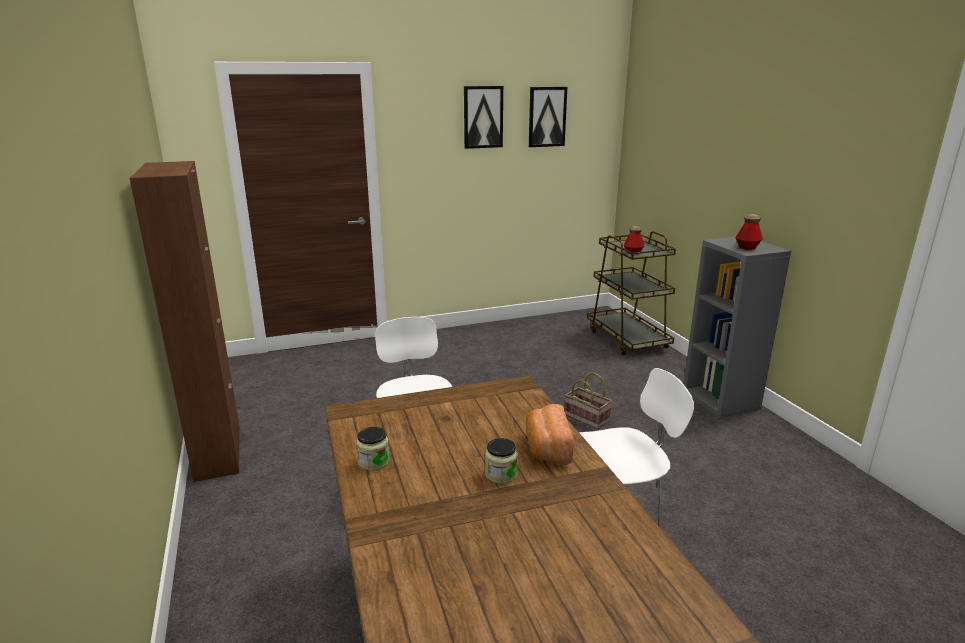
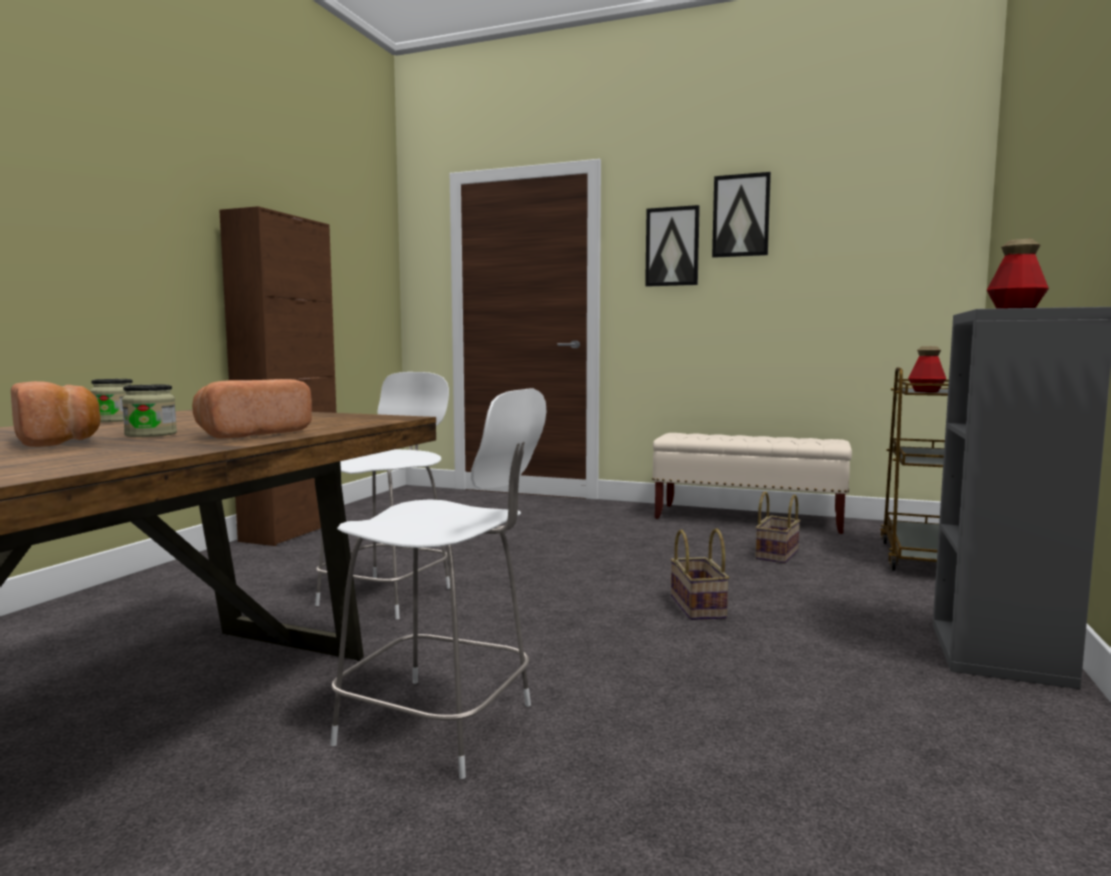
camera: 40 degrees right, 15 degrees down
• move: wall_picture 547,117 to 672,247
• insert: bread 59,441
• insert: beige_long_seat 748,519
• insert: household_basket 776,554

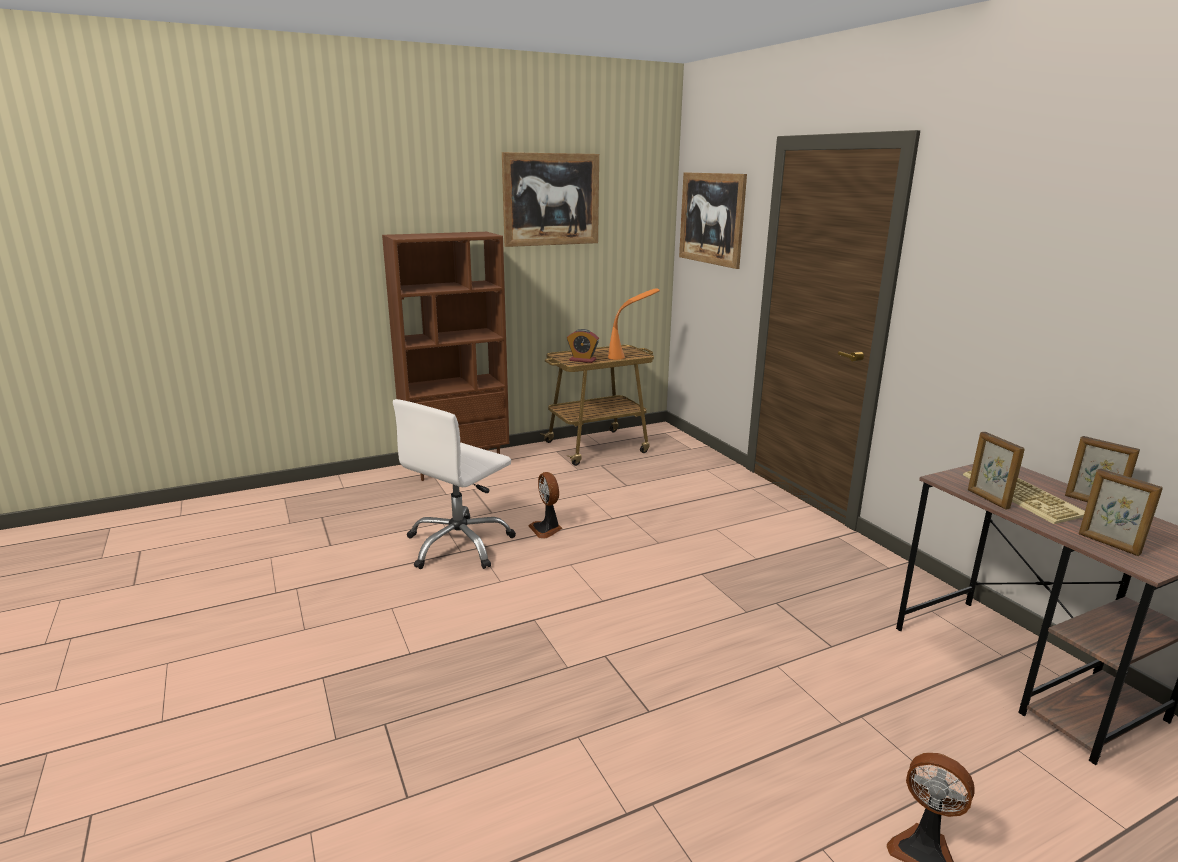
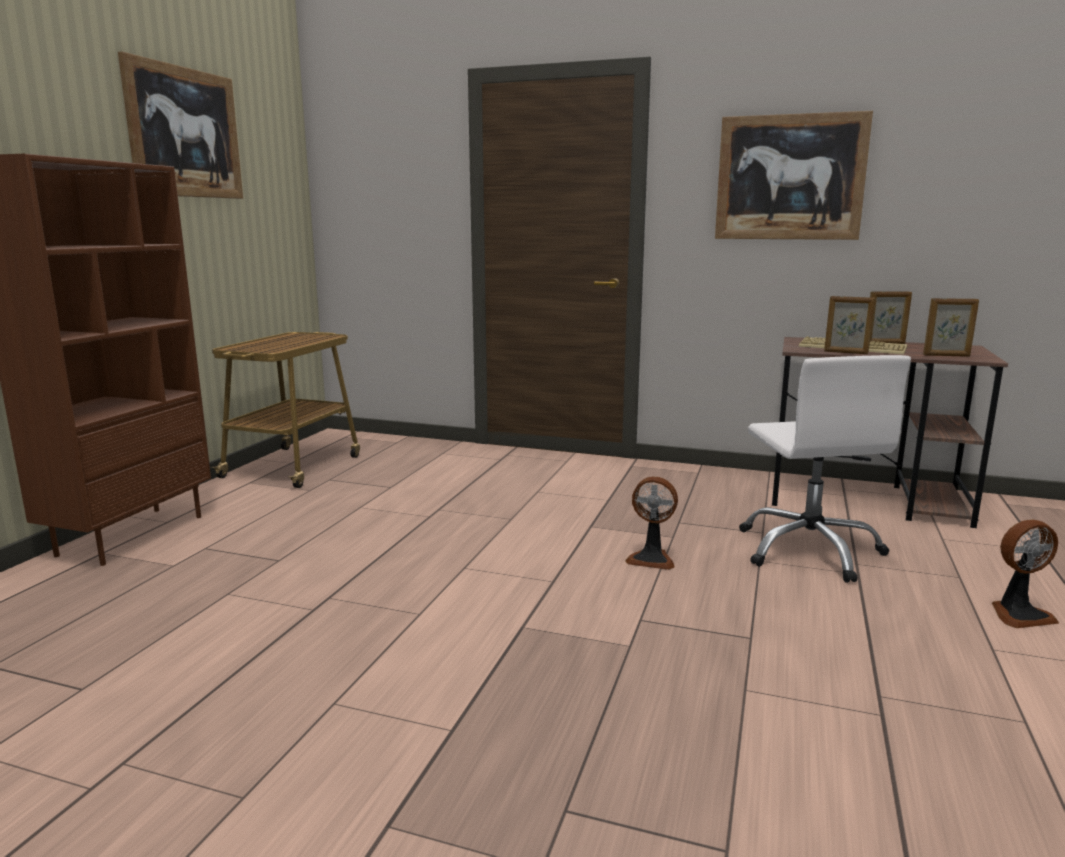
camera: 45 degrees left, 5 degrees down
• move: white-coloured_office_chair 459,545 to 809,550
• move: cooling_fan 546,529 to 651,559
• delete: bedside_clock 582,360
• delete: orangey_table_lamp 633,355
• move: wall_picture 711,218 to 790,178

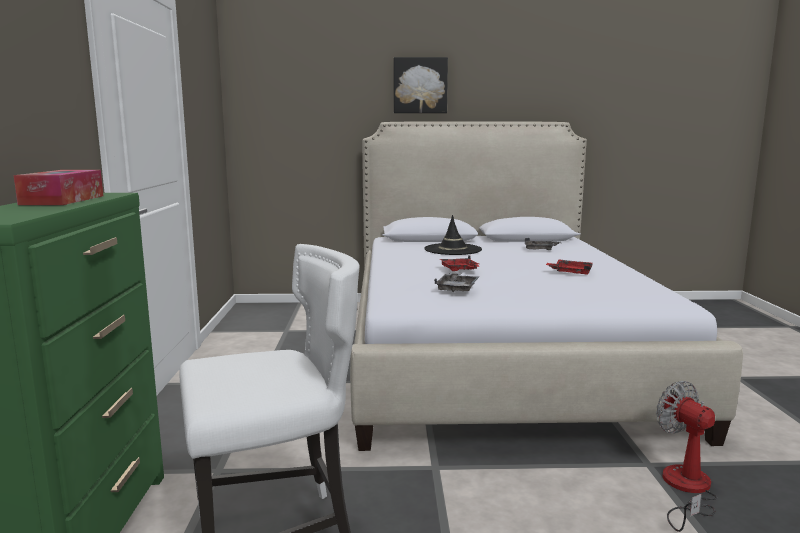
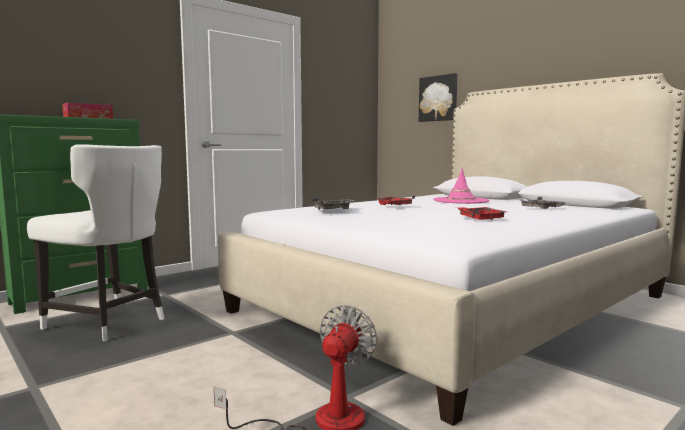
camera: 50 degrees right, 5 degrees down
• move: wall_picture 420,85 to 438,98
• recolor: black_clothing_hat 453,250 to pinkish_clothing_hat 460,201

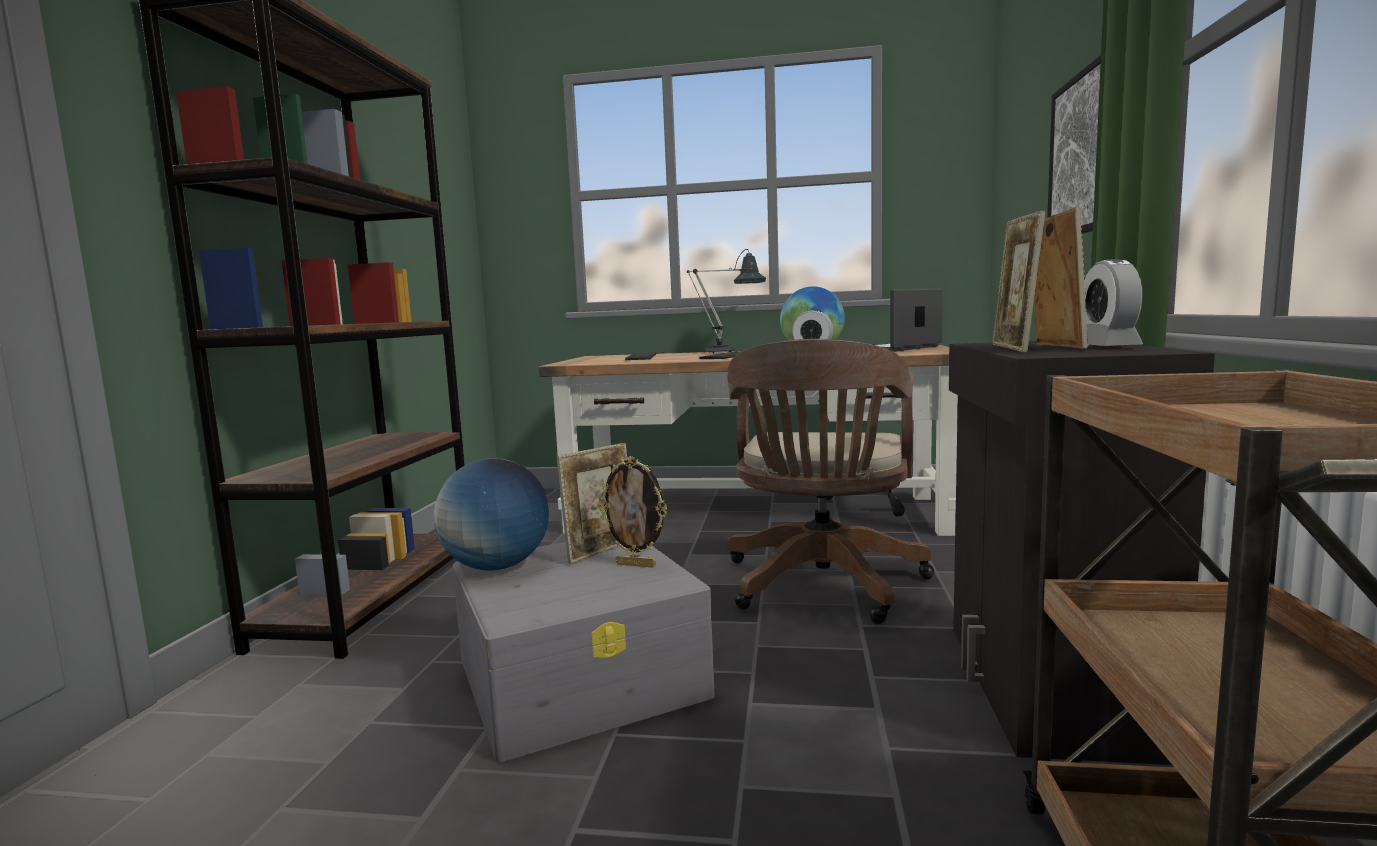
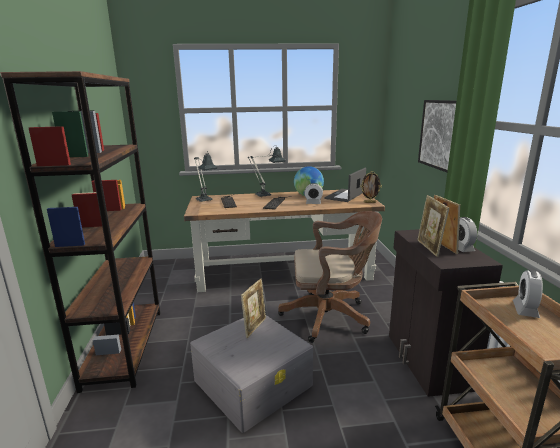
camera: 15 degrees left, 10 degrees up
• delete: world_globe 497,566
• move: photo_frame 636,564 to 369,202
• rotate: brown-coloured_office_chair 822,586 = 330,316 90 degrees counterclockwise
• insert: table_lamp 205,201
• insert: bedside_clock 525,310

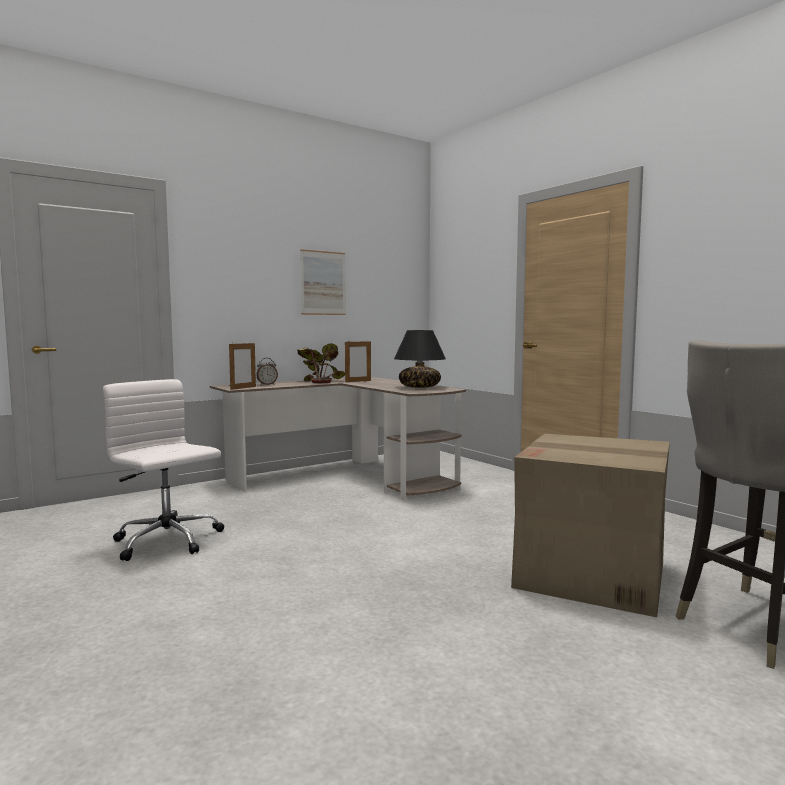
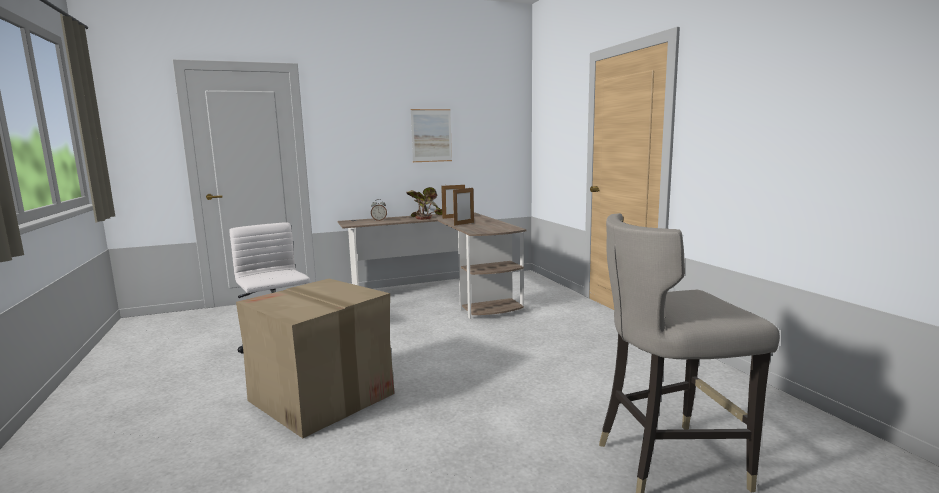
camera: 15 degrees right, 5 degrees up
• move: photo_frame 243,388 to 464,224
• delete: black_table_lamp 420,387
• move: packing_box 592,575 to 322,397

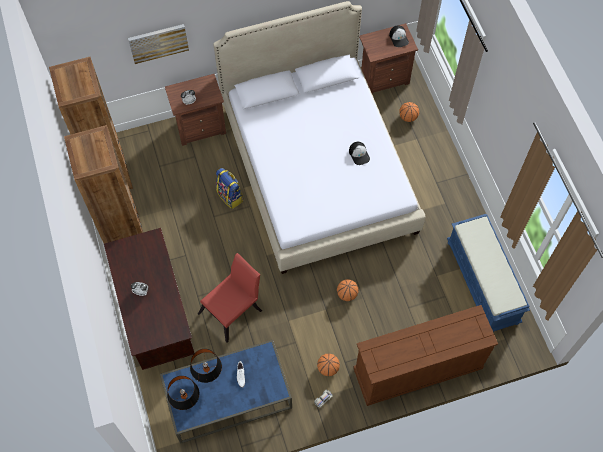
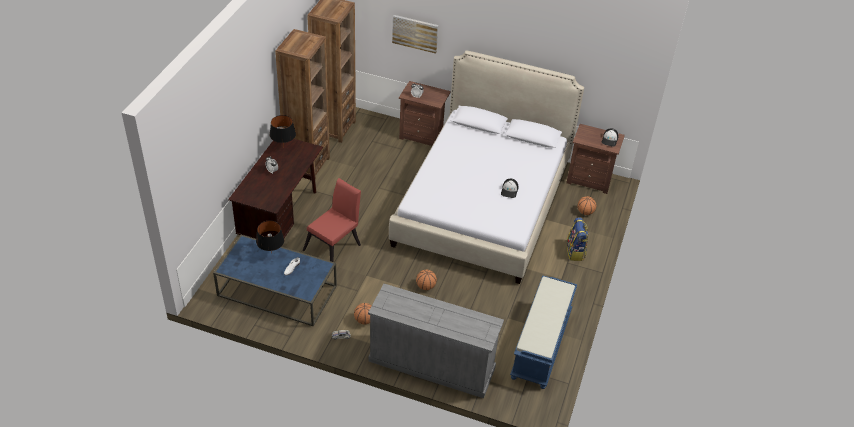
camera: 35 degrees right, 20 degrees down
• move: black_table_lamp 185,399 to 283,147
• rotate: reddish_upright_chair 233,310 = 335,246 45 degrees counterclockwise
• move: backpack 230,196 to 575,252
• recolor: brown-coloured_chest_of_drawers 417,369 to grey_chest_of_drawers 431,364

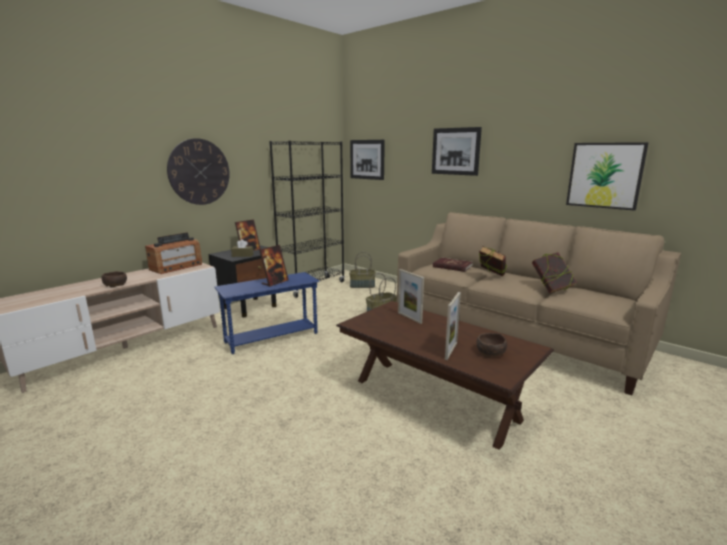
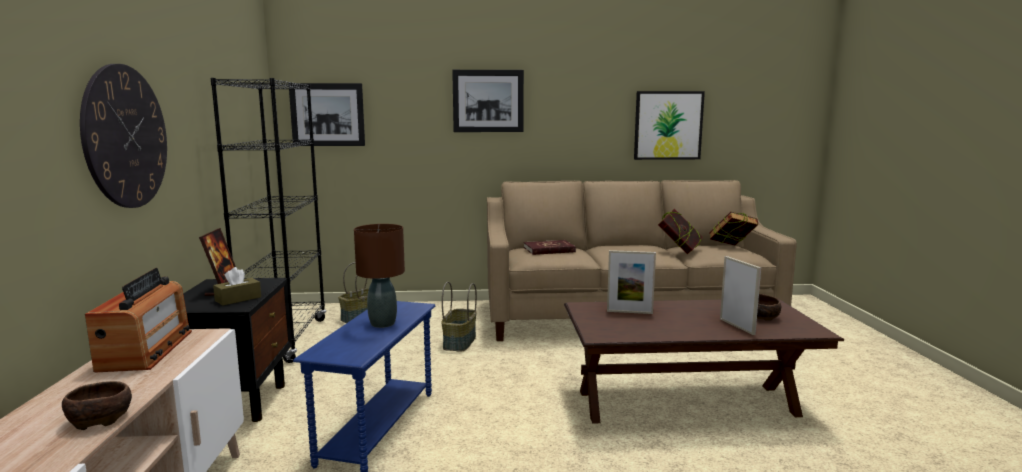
camera: 45 degrees left, 5 degrees down
• replace: photo_frame 275,282 to brown-coloured_table_lamp 382,323
• move: volume 491,277 to 731,248

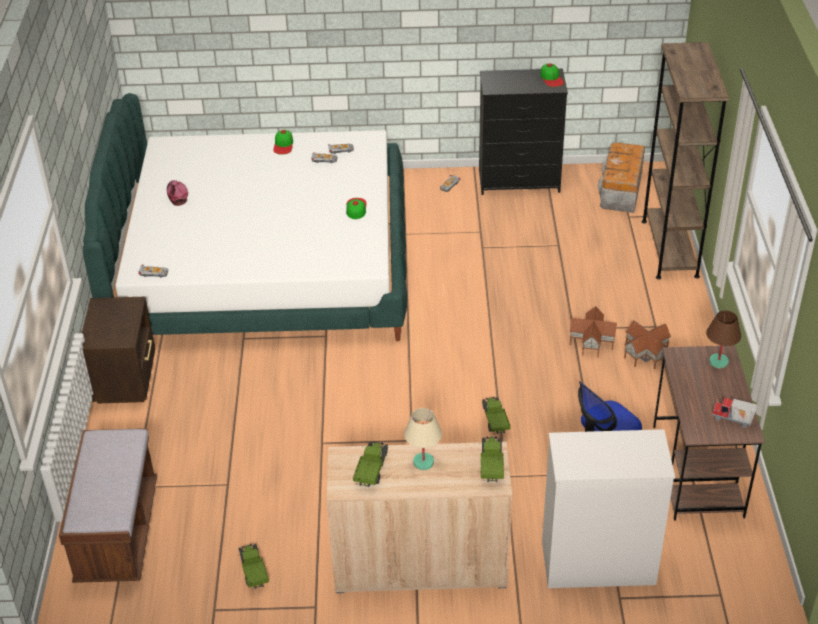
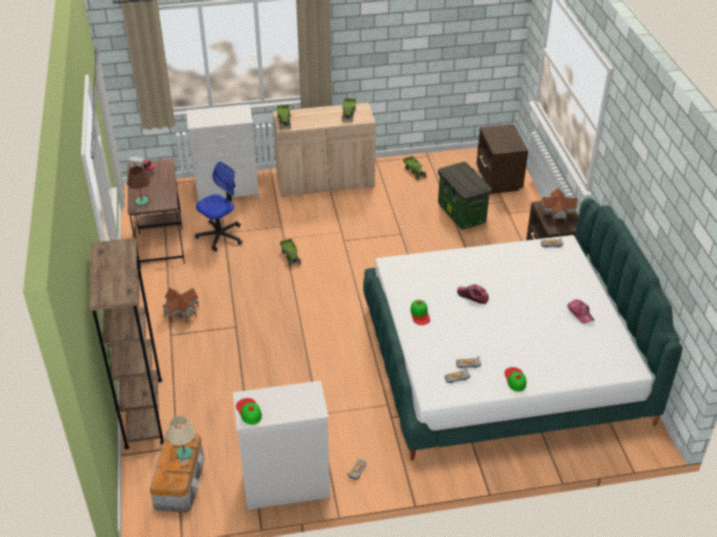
camera: 170 degrees right, 0 degrees up
• replace: brown-coloured_long_seat 117,533 to brown-coloured_night_table 498,180
• move: beige_table_lamp 423,462 to 184,453
• recolor: black_chest_of_drawers 519,181 to white-coloured_chest_of_drawers 285,485
• move: model_house 591,341 to 557,215
• insert: storage_container 462,214
• insert: peaked_cap 473,296

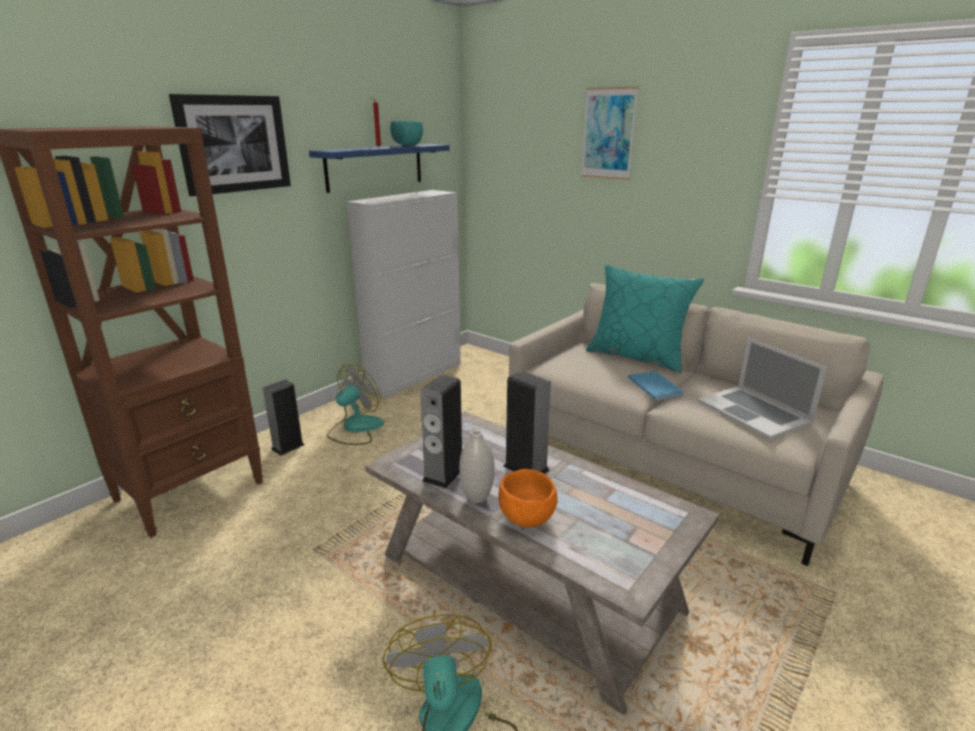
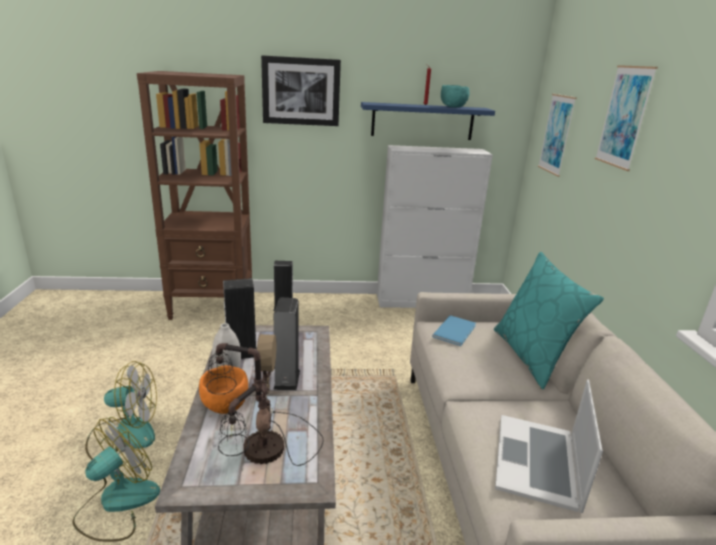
camera: 45 degrees right, 0 degrees up
• move: cooling_fan 355,428 to 124,434
• move: blue_volume 655,386 to 456,331
• insert: table_lamp 261,451
• insert: wall_picture 556,134

